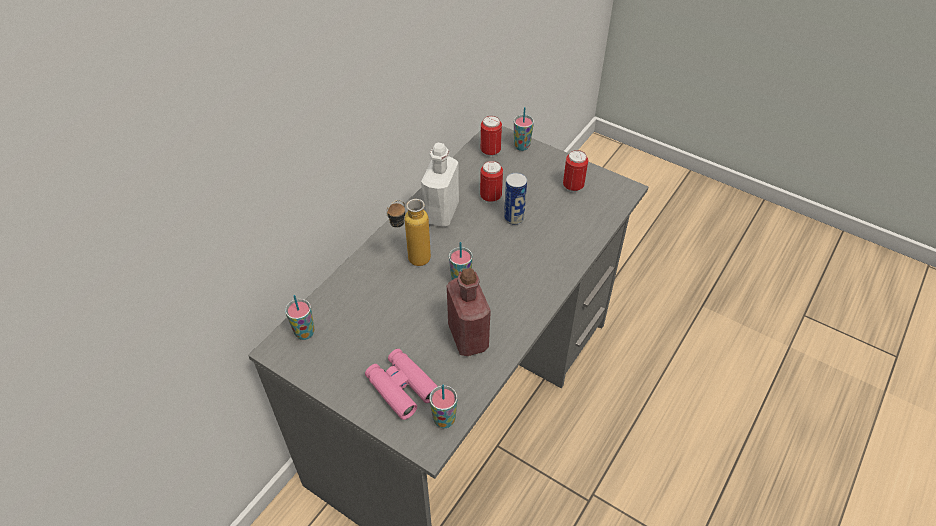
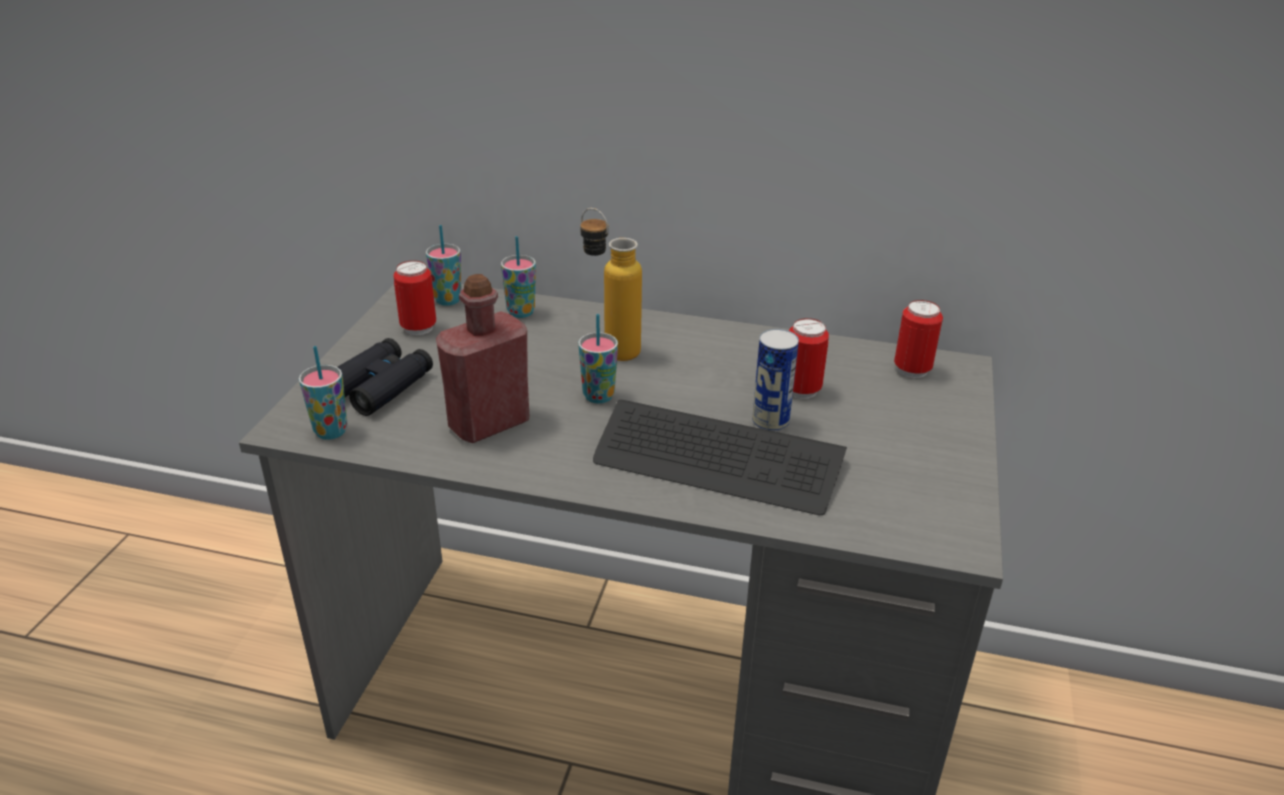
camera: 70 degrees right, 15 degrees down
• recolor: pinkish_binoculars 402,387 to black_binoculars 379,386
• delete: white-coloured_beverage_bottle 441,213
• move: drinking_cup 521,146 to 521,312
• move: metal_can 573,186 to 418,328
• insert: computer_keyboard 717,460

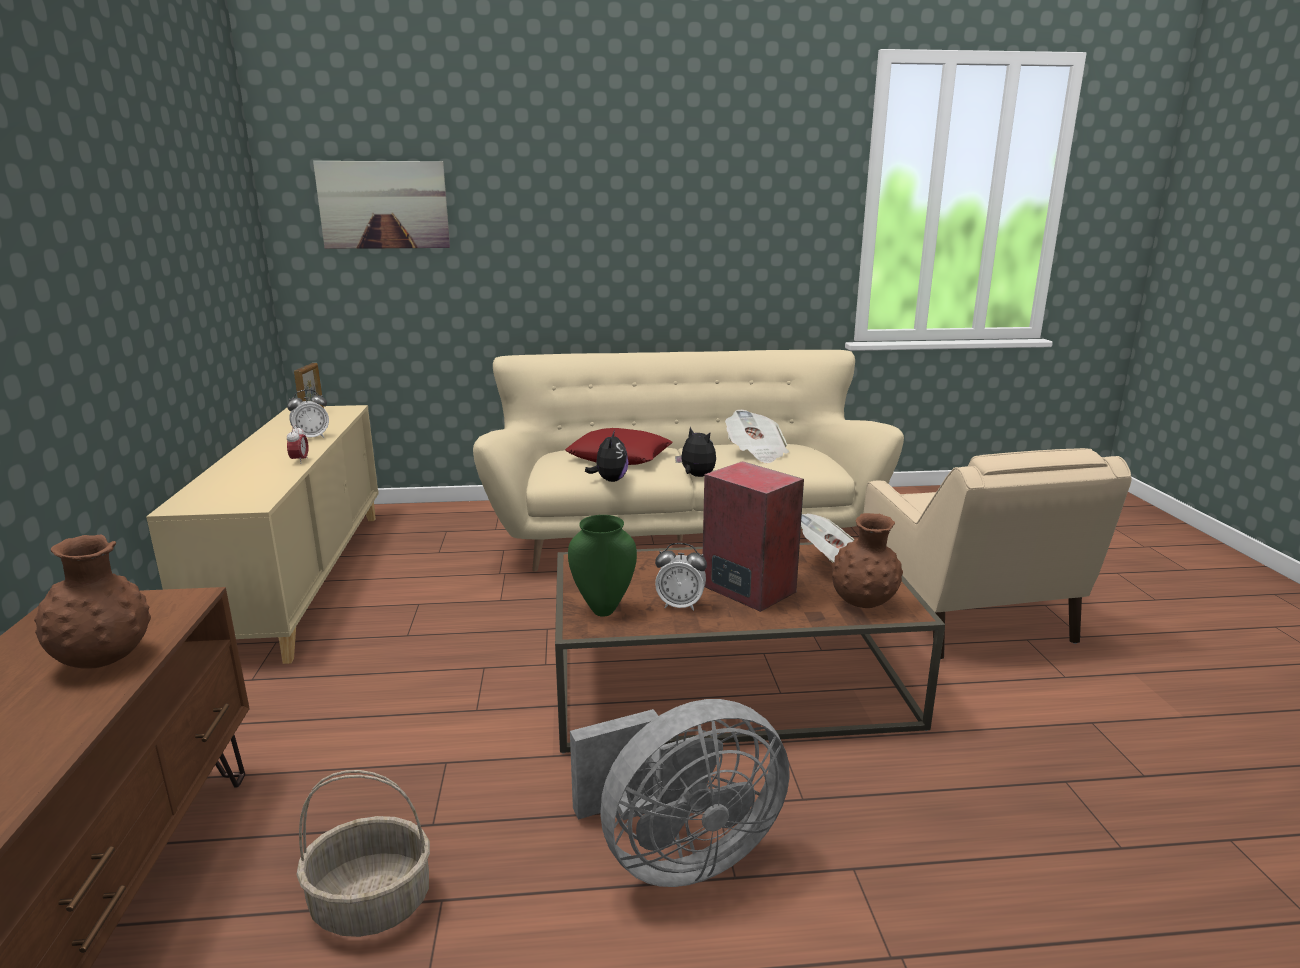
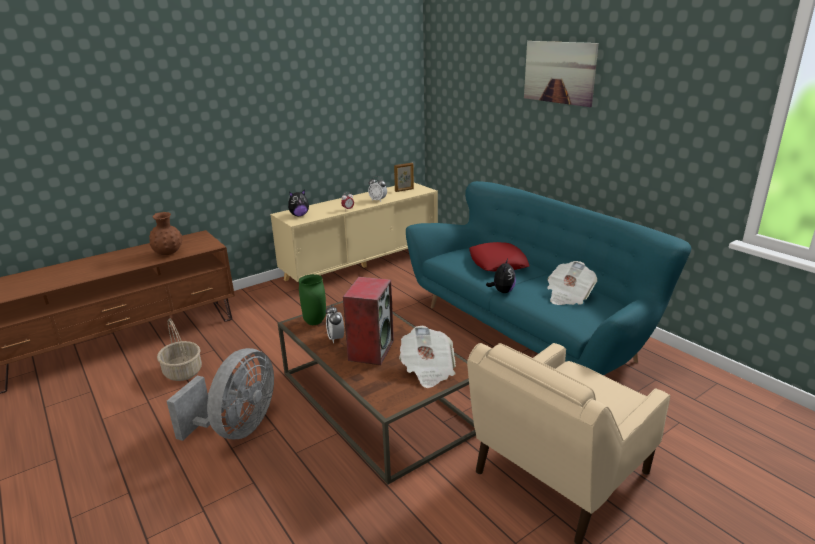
camera: 60 degrees right, 5 degrees up
• move: wall_picture 383,205 to 559,72
• recolor: beige_couch 680,535 to turquoise-coloured_couch 529,330
• rotate: grey_cooling_fan 677,855 = 237,428 105 degrees counterclockwise
• move: cuddly_toy 610,480 to 299,215
• delete: brown-coloured_decorative_vase 863,604

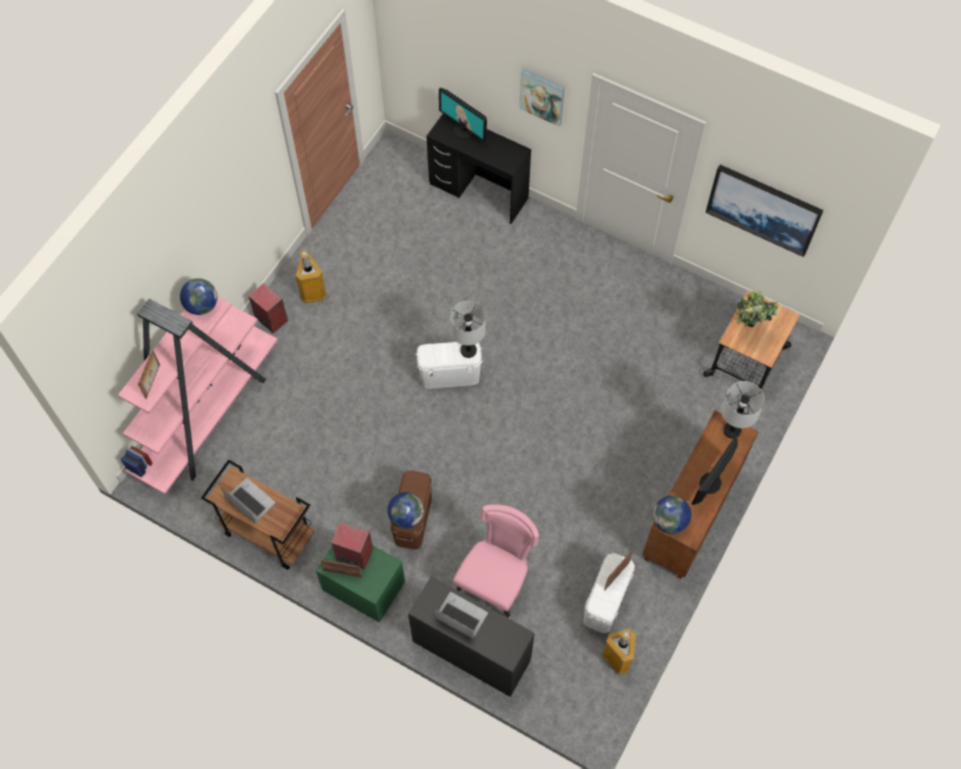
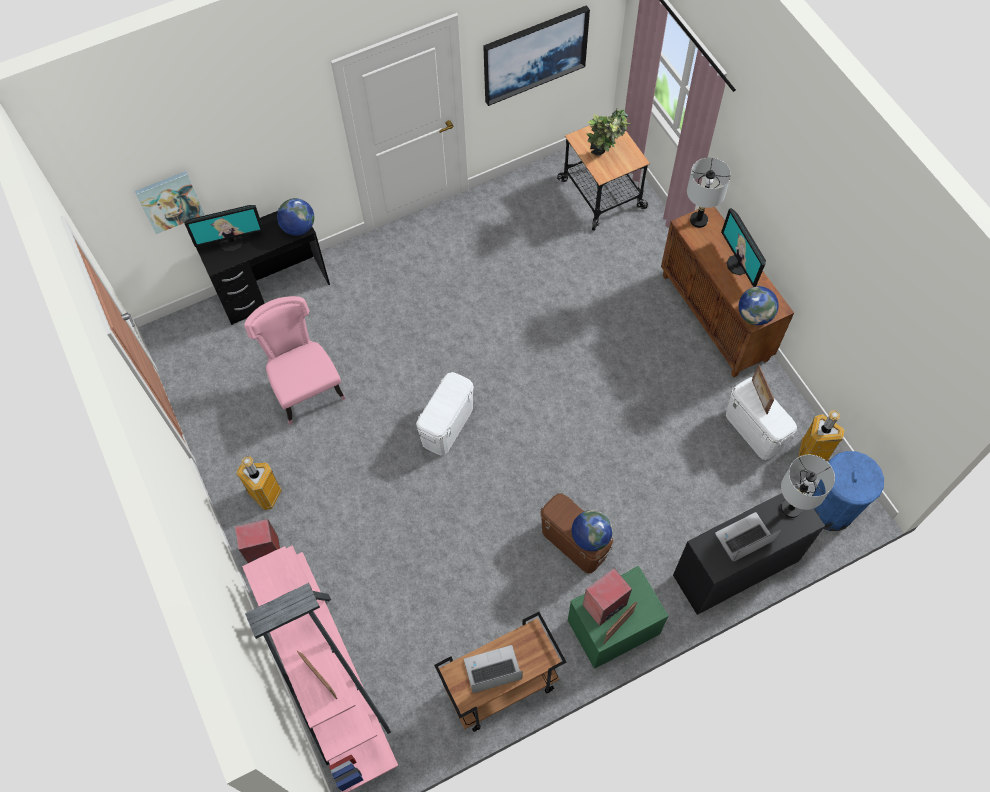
camera: 55 degrees left, 0 degrees up
• move: world_globe 202,305 to 298,227
• move: grey_table_lamp 468,350 to 790,508
• move: pinkish_upright_chair 496,581 to 306,388
• move: wall_picture 542,96 to 169,201
• insert: blue_trash_can 831,509

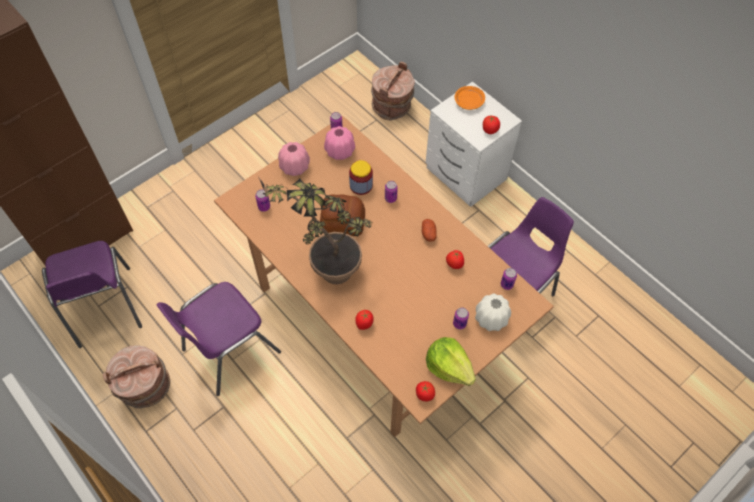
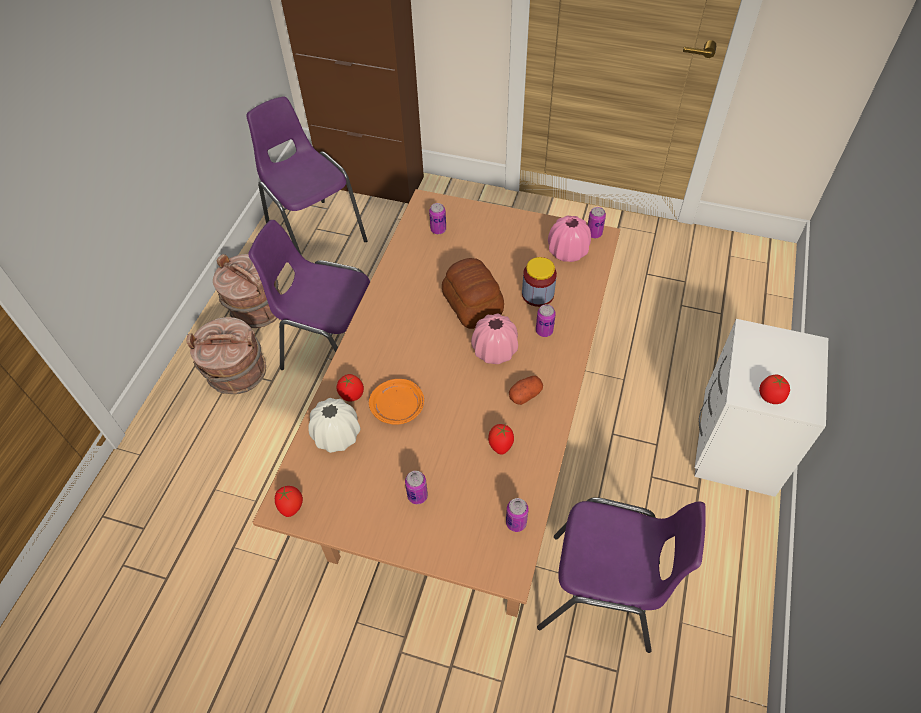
camera: 60 degrees right, 5 degrees down
• rotate: purple_upright_chair 104,309 = 315,234 105 degrees clockwise
• delete: plant_in_a_pot 325,267
• move: pinkish_decorative_vase 294,167 to 494,351
• move: brown-coloured_water_bucket 392,107 to 237,374
• delete: lettuce_head 449,367
• move: orangey_dinner_plate 469,101 to 398,407
• move: white-coloured_decorative_vase 491,318 to 337,435

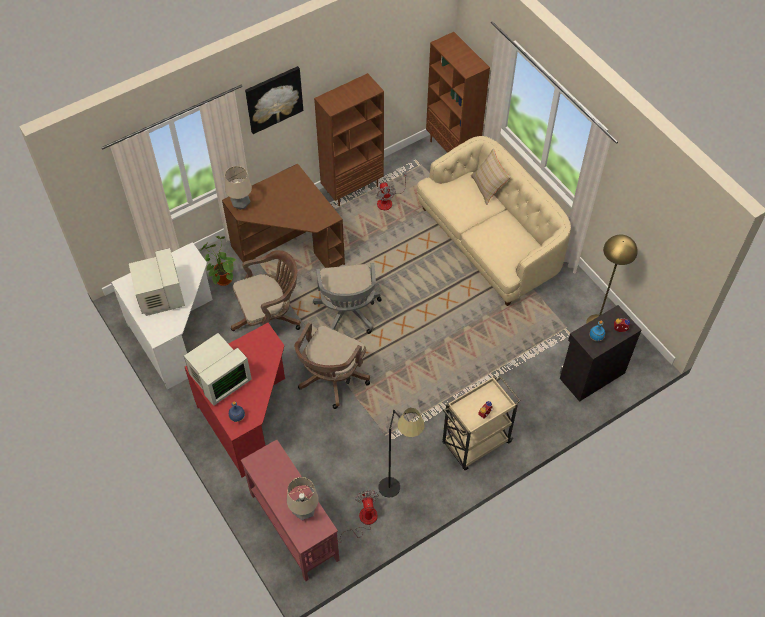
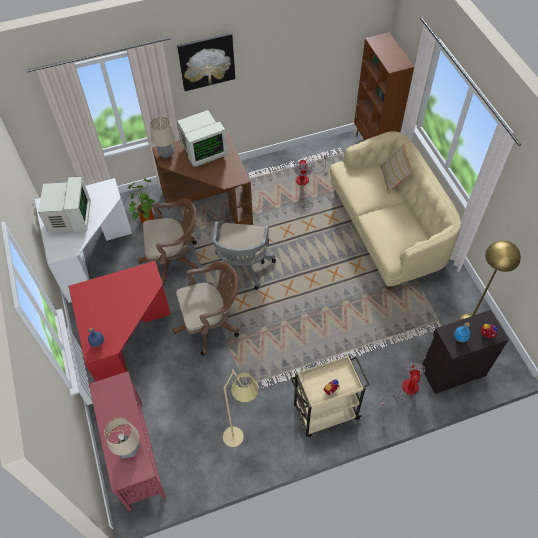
camera: 15 degrees right, 0 degrees up
• move: computer_display 219,380 to 203,151
• rotate: brown-coloured_office_chair 331,380 = 210,324 150 degrees counterclockwise
• delete: brown-coloured_bookshelf 352,188
• move: cooling_fan 363,521 to 405,390
• recolor: black_standing_lamp 399,486 to beige_standing_lamp 242,437

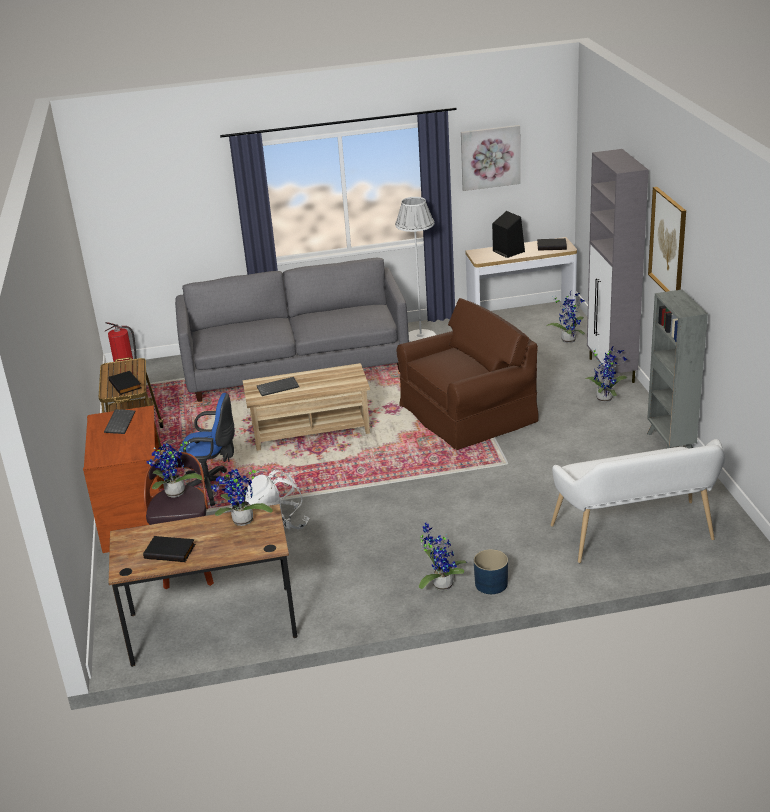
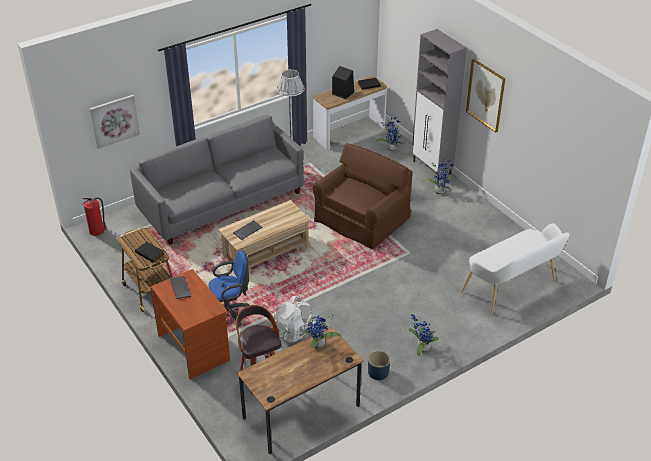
camera: 25 degrees left, 10 degrees up
• delete: black_volume 170,551
• delete: plant_in_a_pot 174,494
• move: wall_picture 490,157 to 114,121
• move: blue_plant_pot 491,584 to 378,372
• delete: grey_bookshelf 670,444

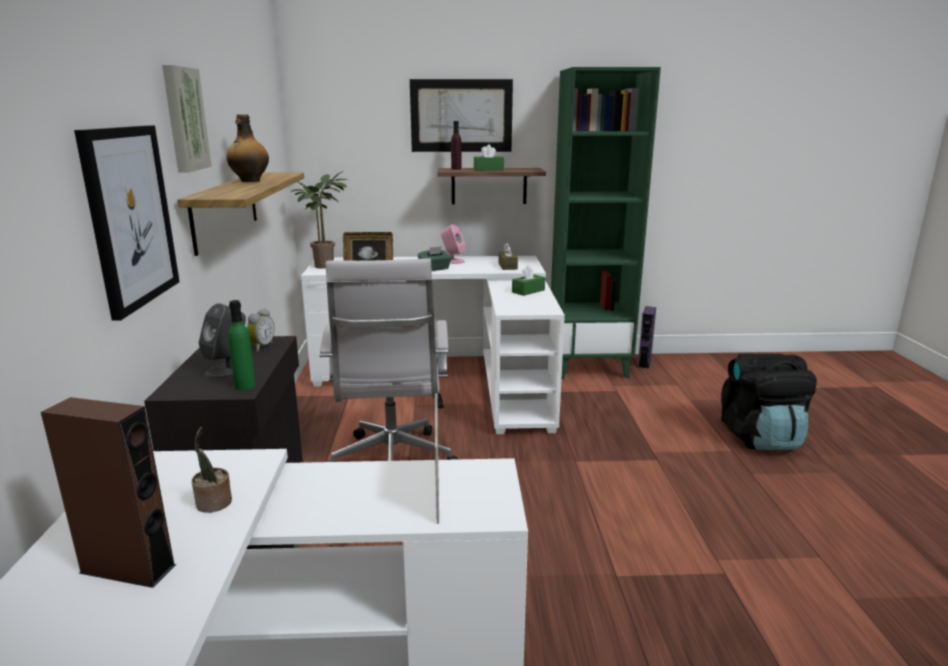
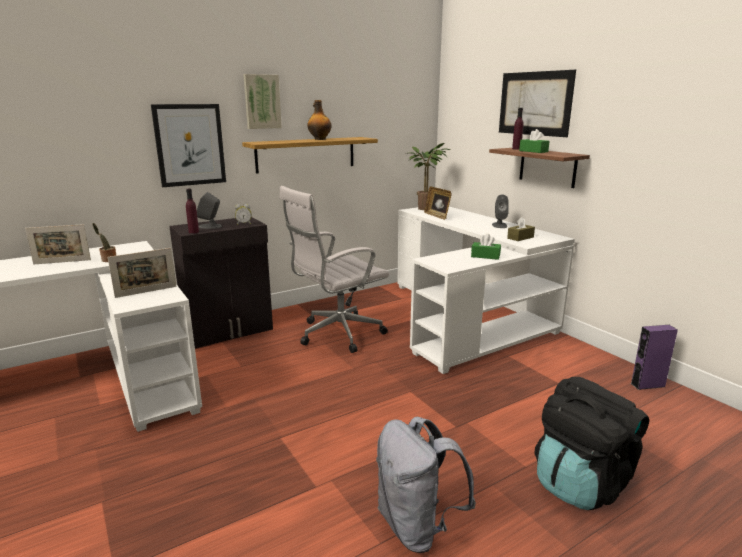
camera: 60 degrees right, 0 degrees up
• replace: brown-coloured_loudspeaker 128,568 to photo_frame 62,262
• recolor: greenish_beverage_bottle 245,386 to purple_beverage_bottle 193,232
• delete: greenish_box_of_tissues 435,269
• recolor: pinkish_loudspeaker 452,261 to grey_loudspeaker 499,225
• delete: greenish_bookshelf 589,366
• insert: grey_backpack 417,526

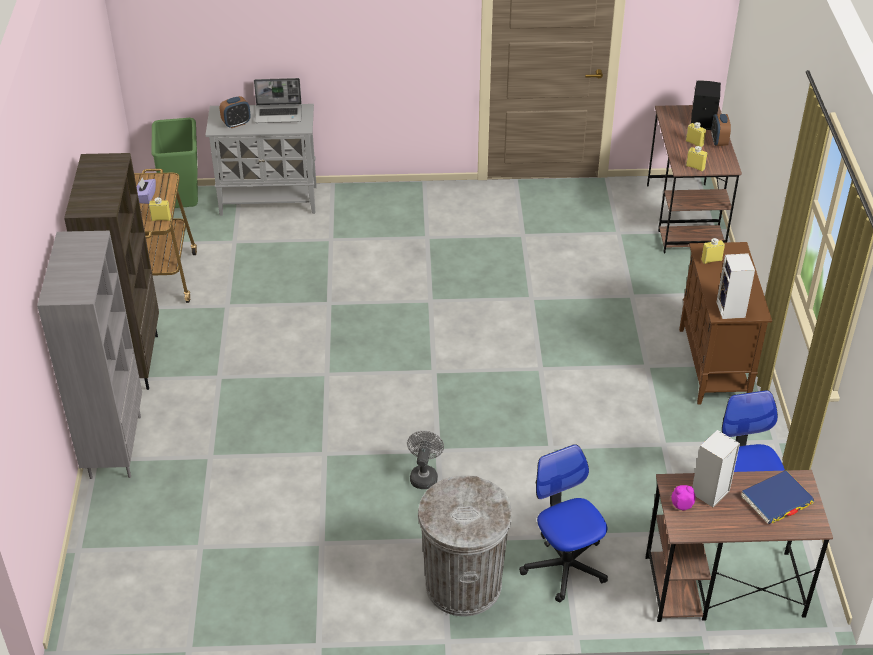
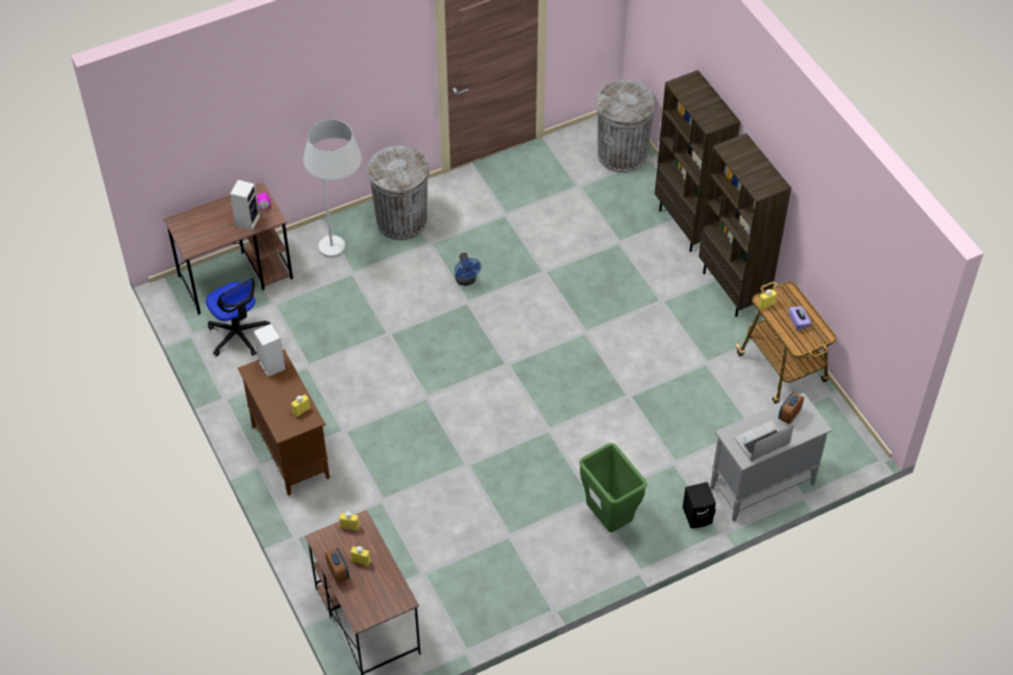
camera: 155 degrees right, 10 degrees up
• recolor: grey_bookshelf 114,446 to brown-coloured_bookshelf 688,225
• move: greenish_trash_can 184,205 to 609,520
• recolor: grey_cooling_fan 424,475 to blue_cooling_fan 466,281
• replace: office_chair 565,566 to white-coloured_standing_lamp 343,254
• move: black_loudspeaker 701,122 to 698,515
• delete: blue_volume 776,500
• insert: grey_trash_can 622,154

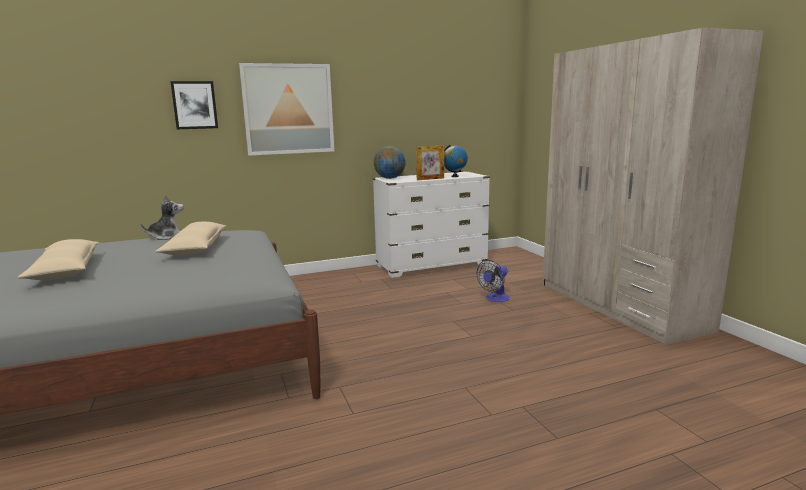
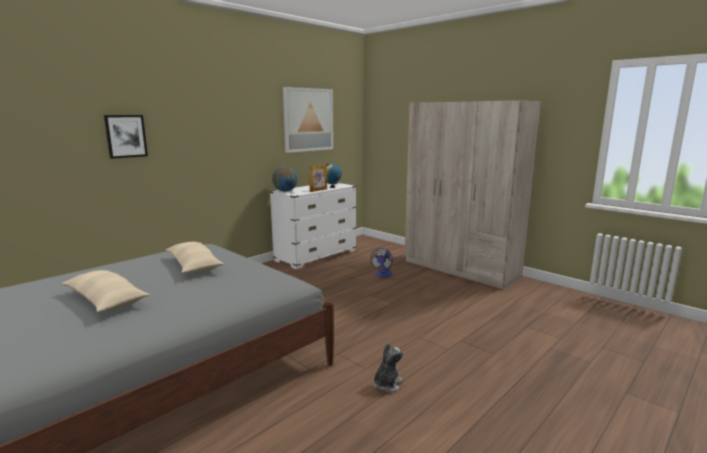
camera: 25 degrees left, 0 degrees up
• move: cuddly_toy 167,237 to 386,384
• move: wall_picture 288,109 to 308,120

